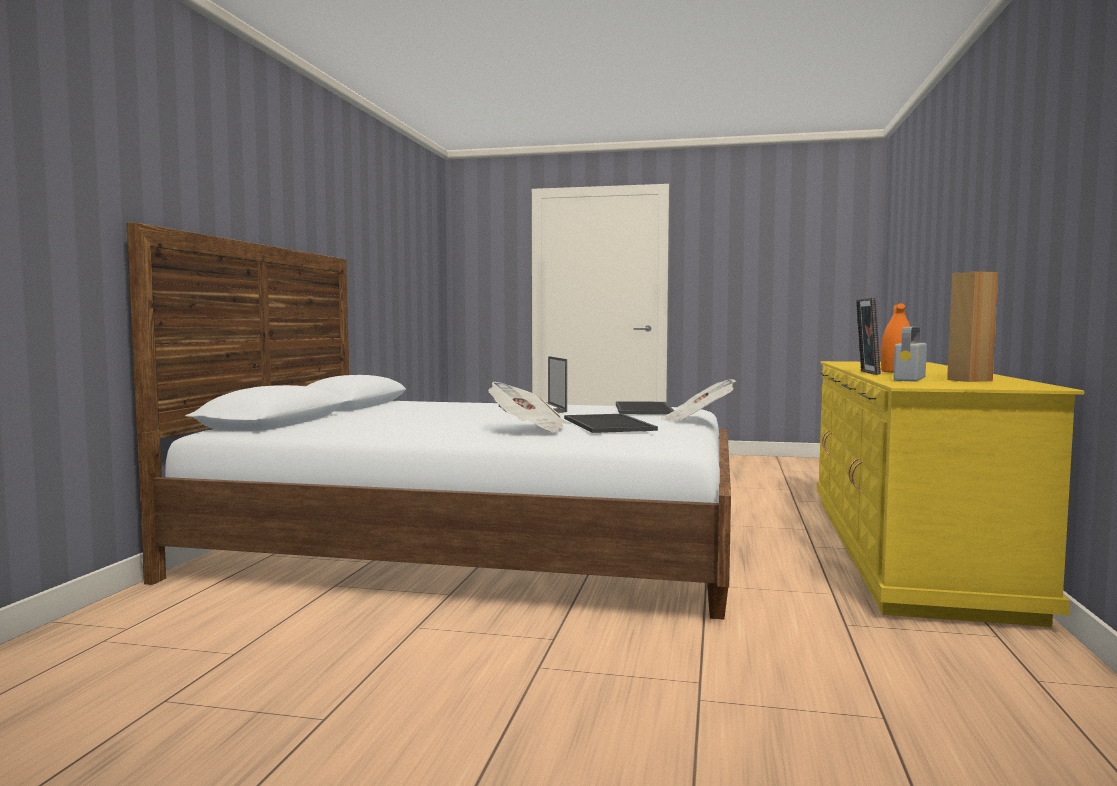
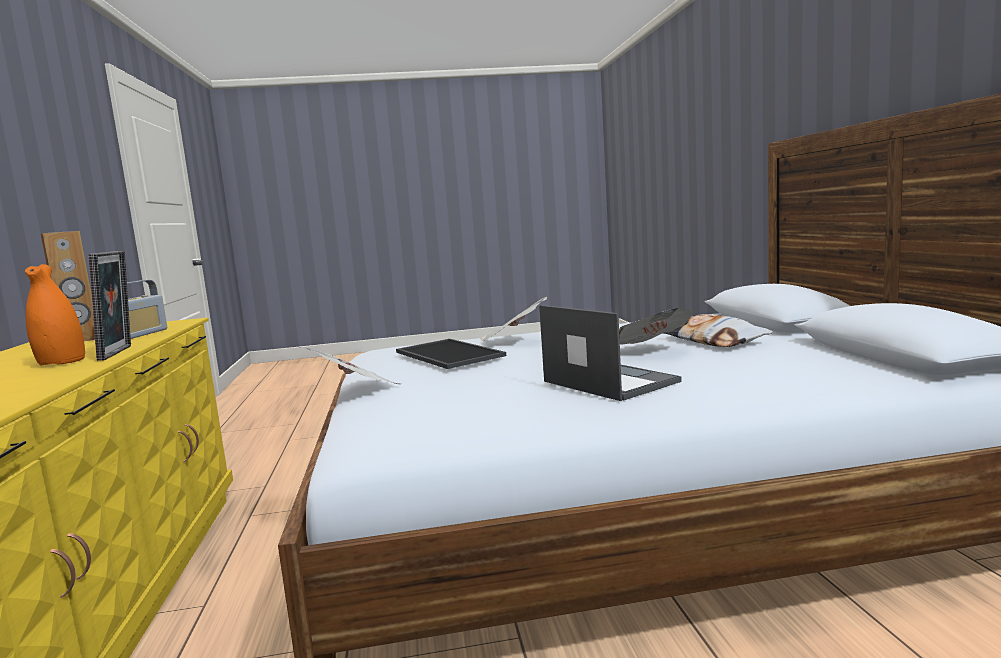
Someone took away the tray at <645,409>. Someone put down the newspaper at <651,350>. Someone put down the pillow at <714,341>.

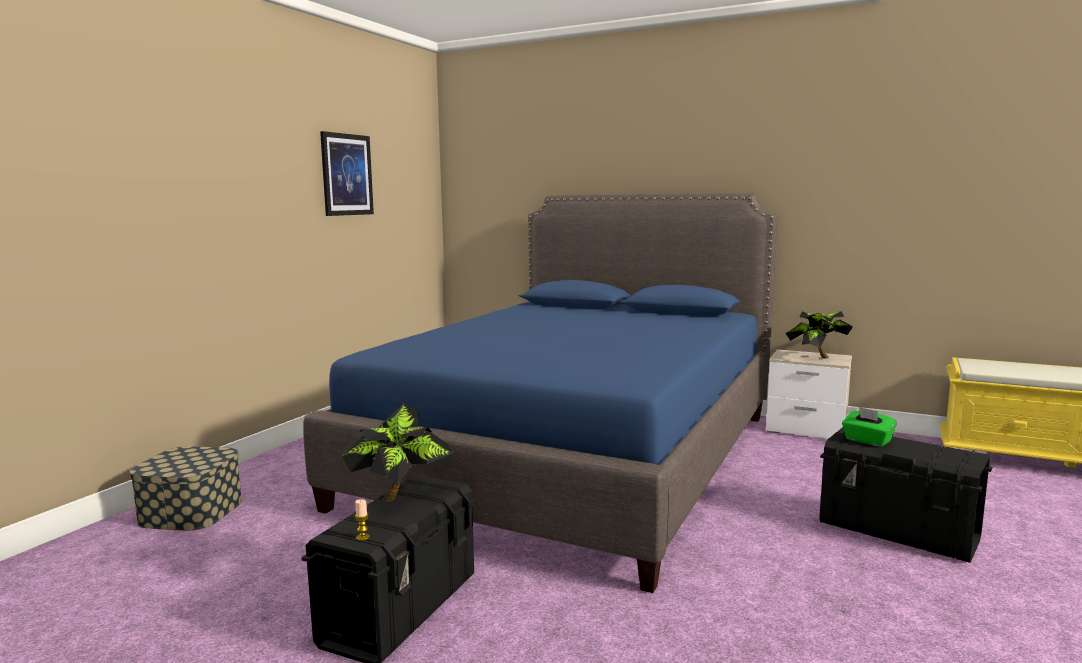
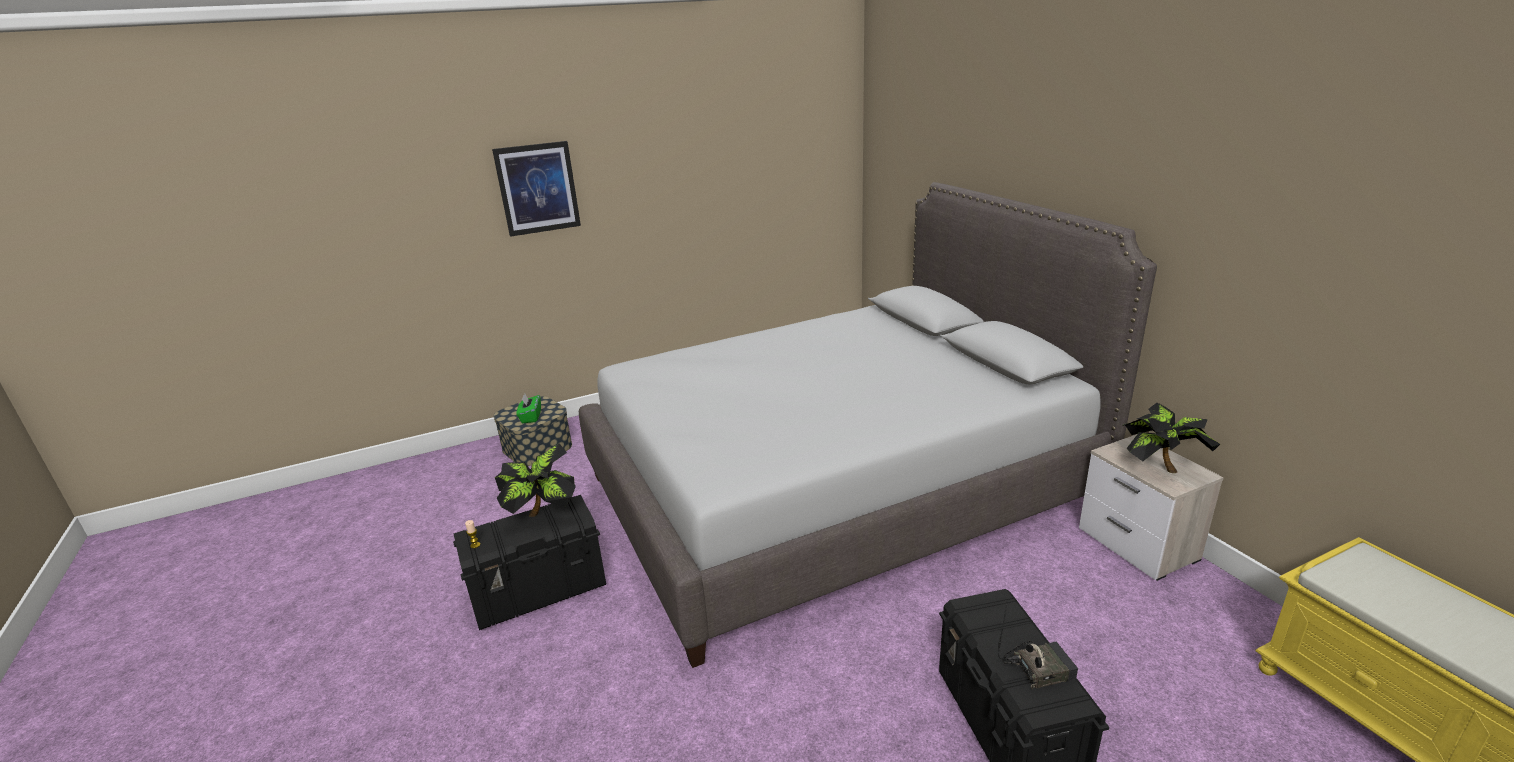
Someone repainted the bed/blue at <576,457>, which became the bed/grey at <835,491>. Someone carried the picture from <346,174> to <537,188>. Someone carried the tissue box/green from <867,441> to <531,417>. Someone put down the radio at <1038,668>.

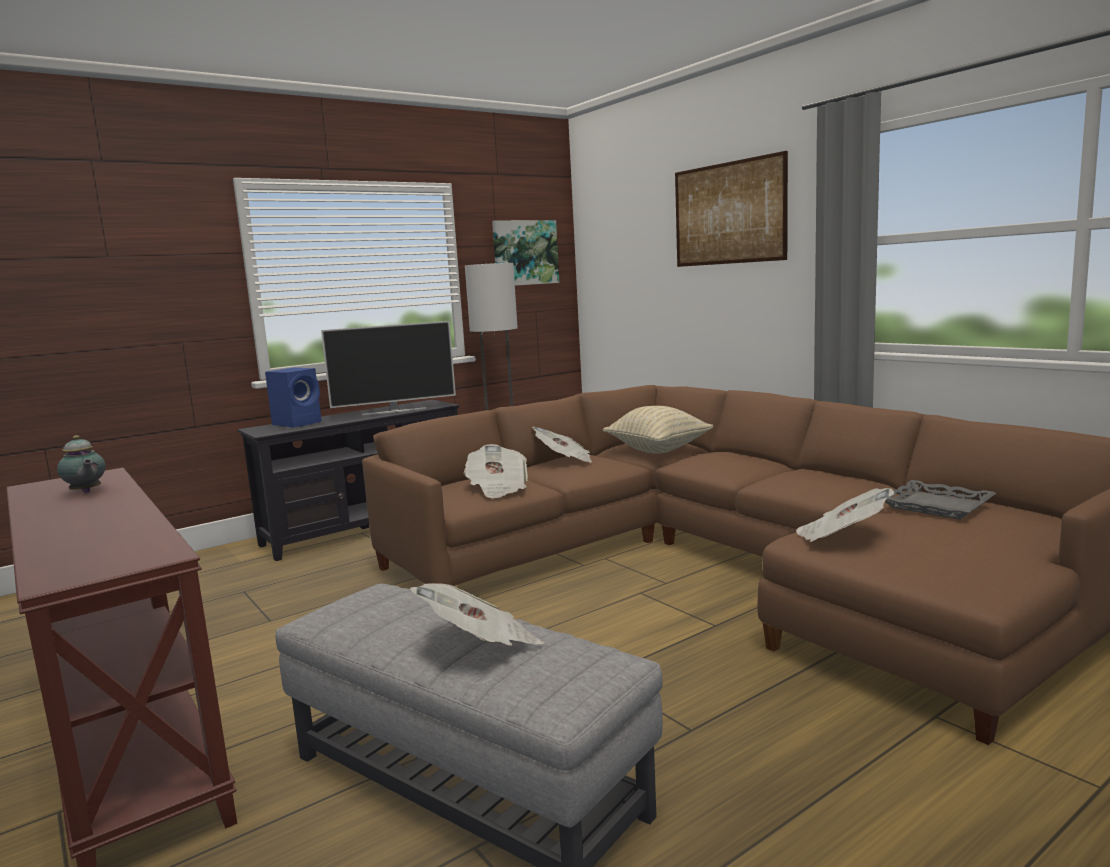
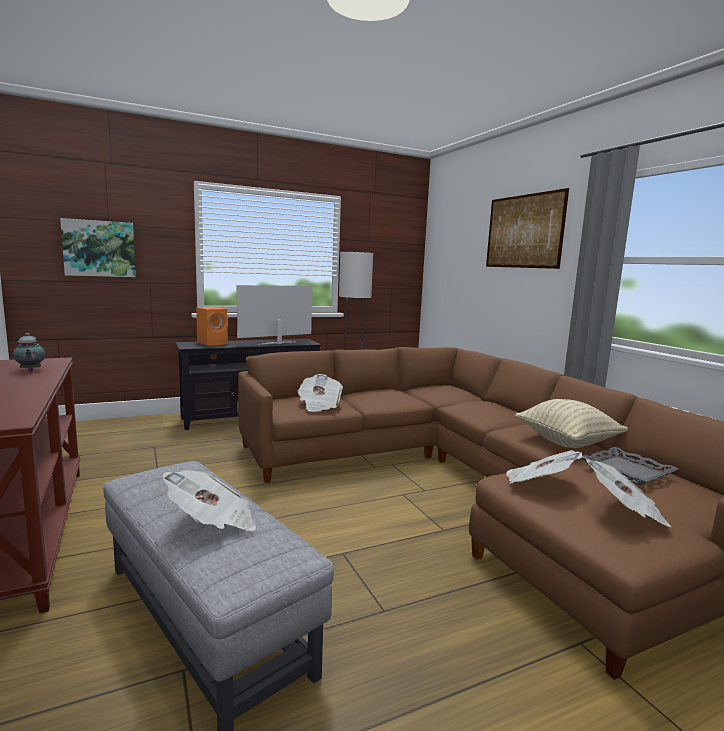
Someone repainted the speaker/blue at <298,423>, which became the speaker/orange at <213,343>. Someone rotated the television at <394,411> by 150 degrees clockwise. Someone carried the picture from <525,253> to <99,248>. Someone carried the newspaper from <564,460> to <624,511>. Someone carried the pillow/beige from <658,450> to <567,442>.

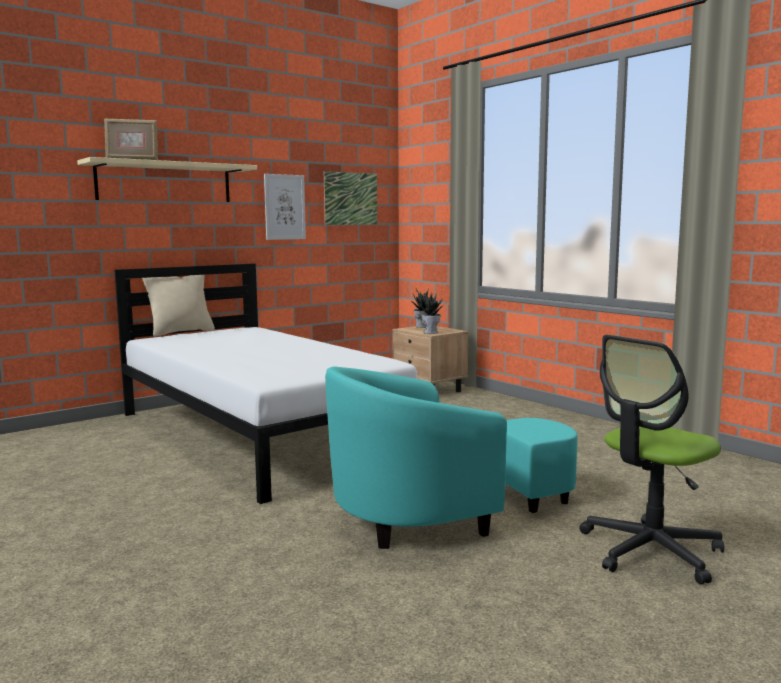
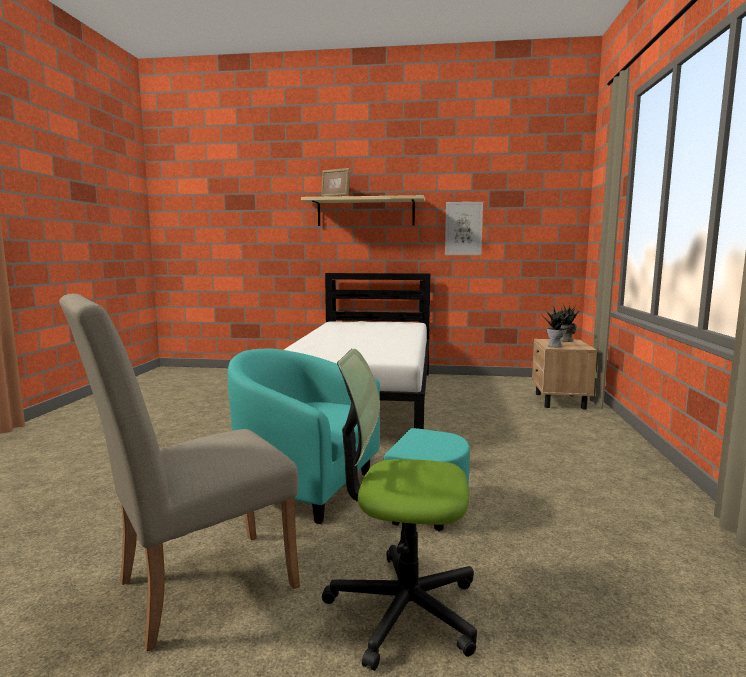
Someone took away the pillow/beige at <181,332>. Someone took away the picture at <350,198>. Someone put down the chair/beige at <193,588>.

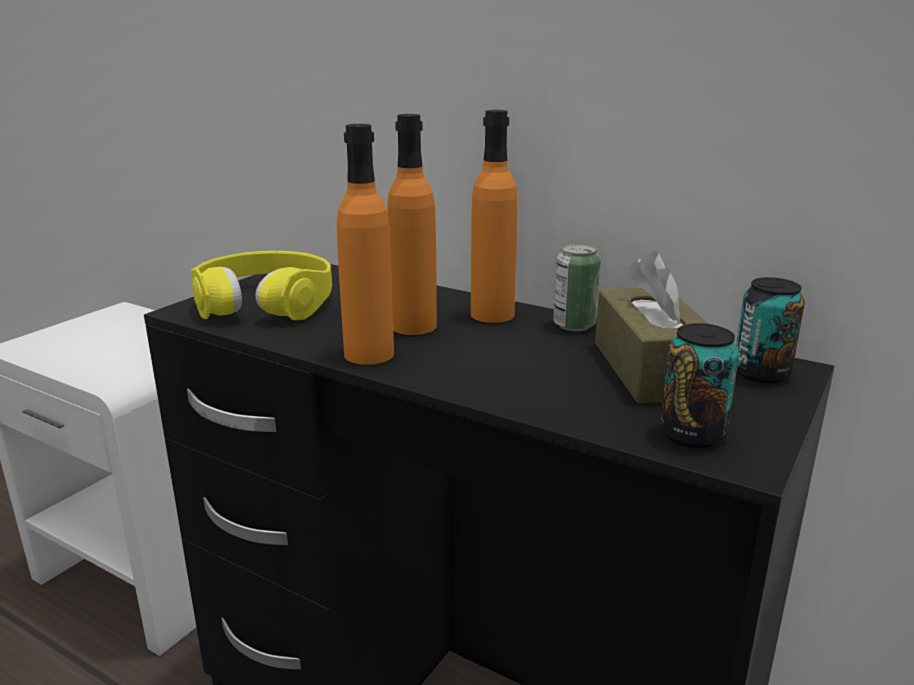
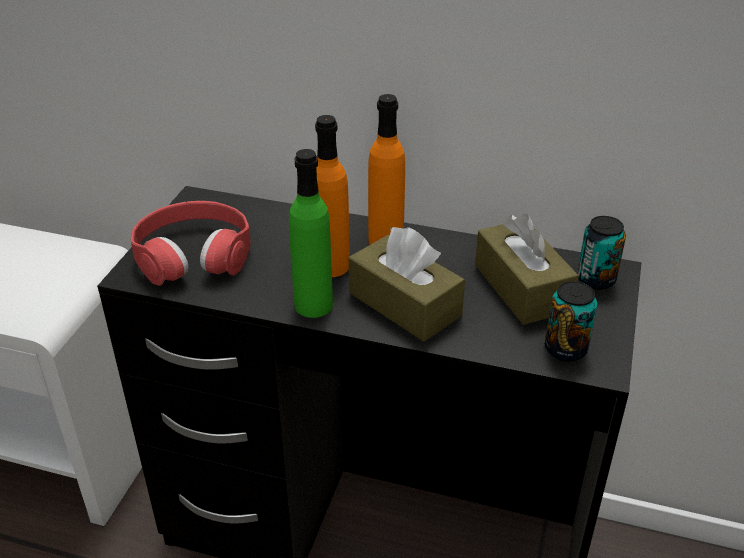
Someone repainted the headphones/yellow at <265,303>, which became the headphones/red at <194,255>. Someone repainted the bottle/orange at <369,354>, which became the bottle/green at <313,305>. Someone took away the can at <574,325>. Someone put down the tissue box/brown at <404,304>.

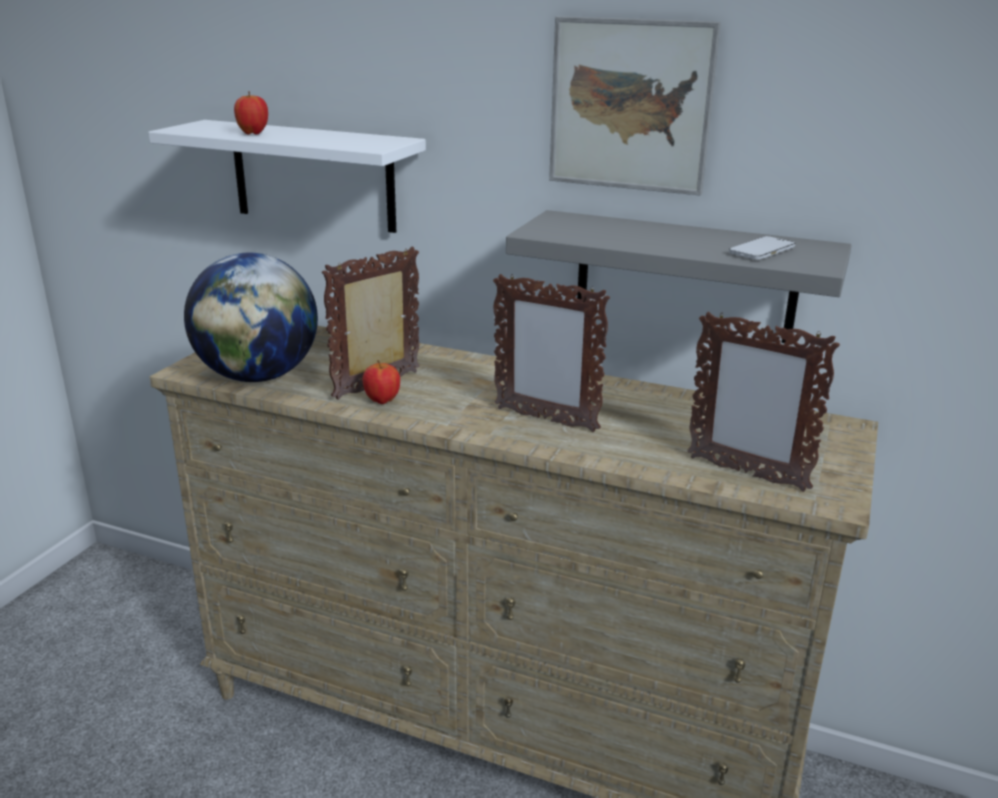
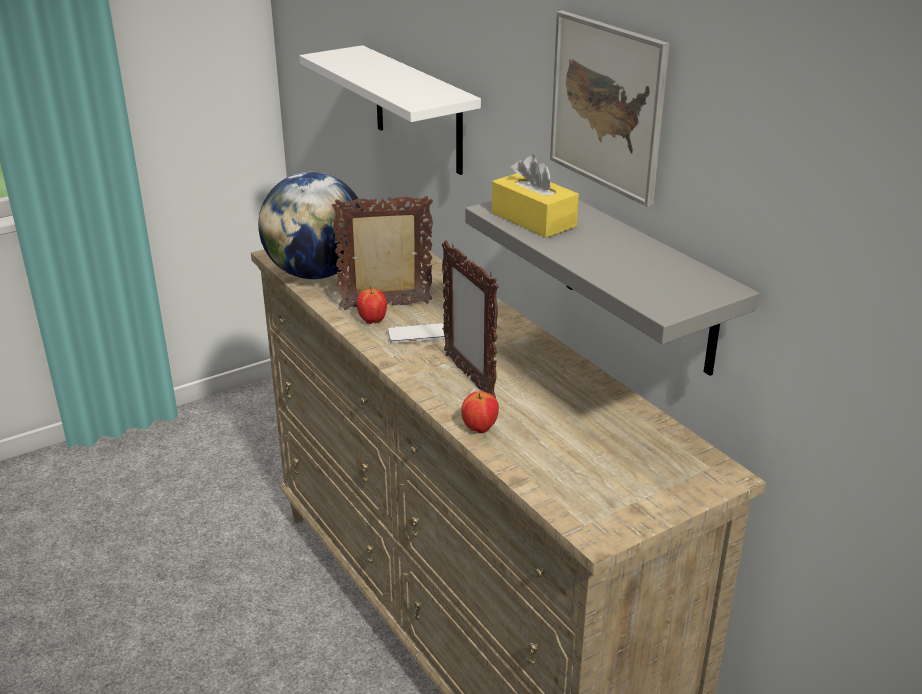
Someone carried the apple from <253,133> to <479,429>. Someone took away the picture frame at <746,473>. Someone carried the phone from <761,251> to <417,335>. Someone put down the tissue box/yellow at <533,220>.

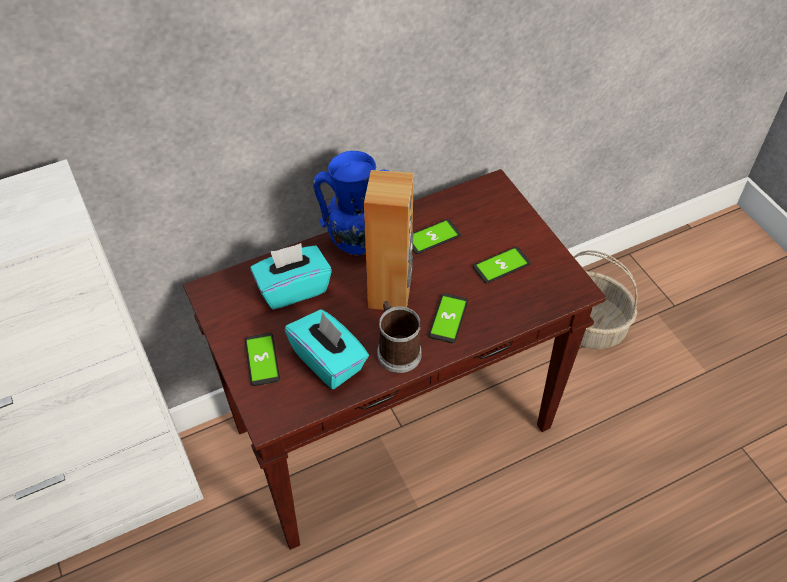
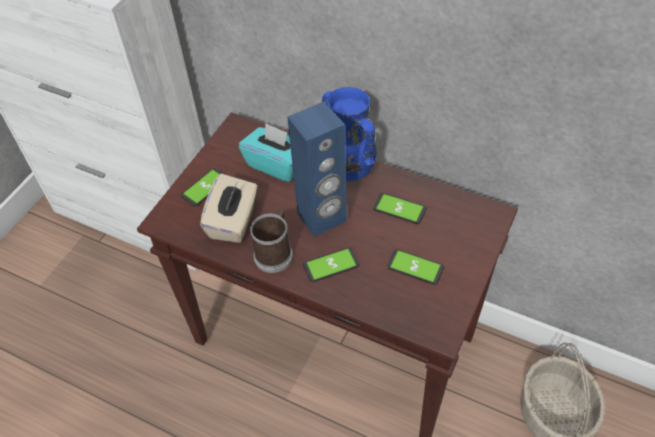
Someone repainted the tissue box/turquoise at <329,361>, which became the tissue box/beige at <233,221>. Someone repainted the speaker/brown at <390,293>, which became the speaker/blue at <322,218>.

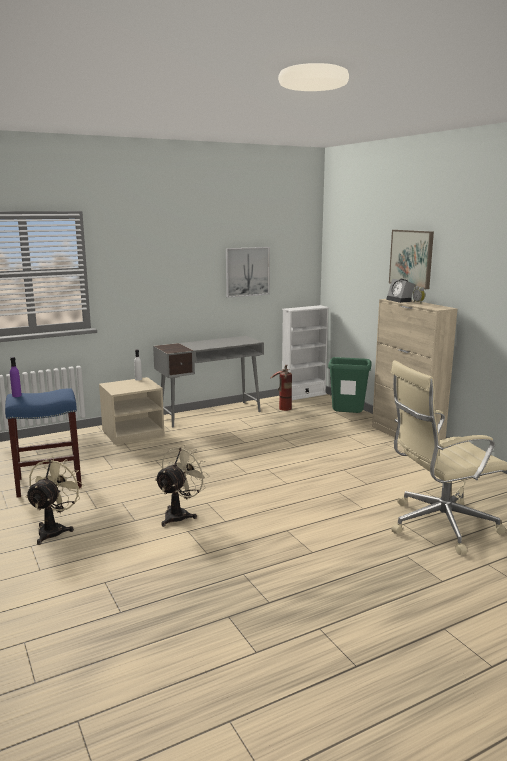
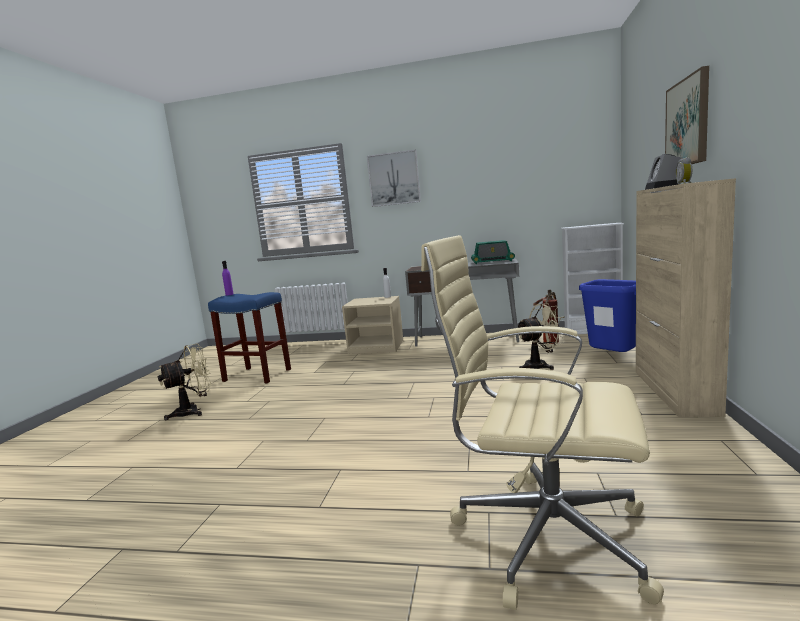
Someone carried the fan/beige from <180,514> to <540,365>. Someone carried the picture from <247,271> to <394,179>. Someone repainted the trash can/green at <347,419>, which became the trash can/blue at <613,360>. Someone put down the radio at <492,262>.

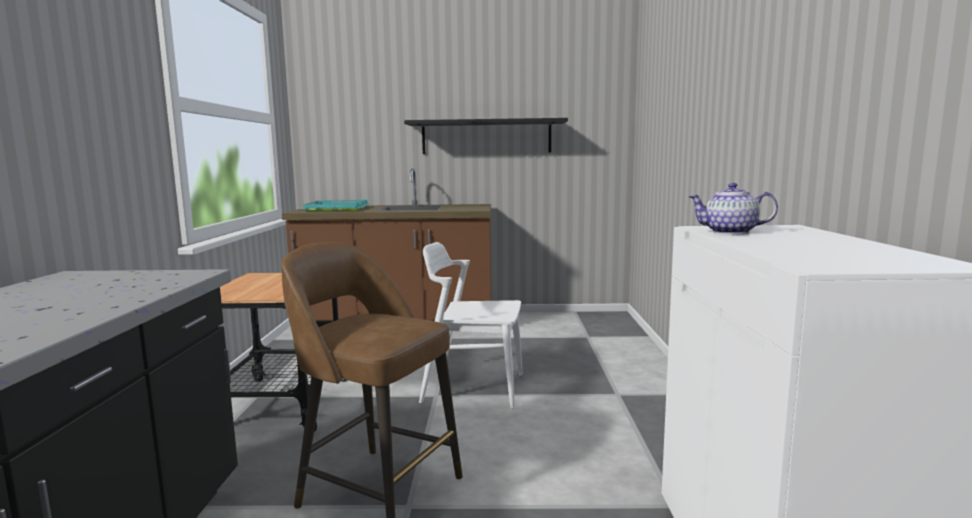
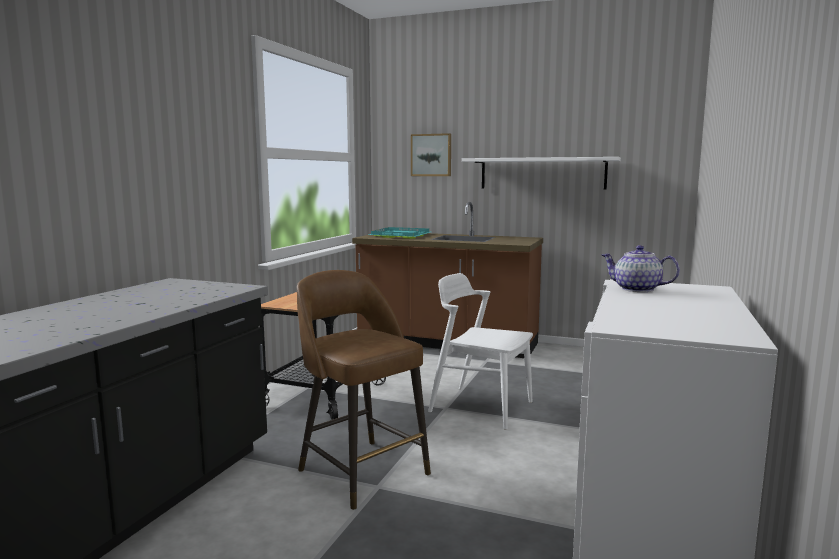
Someone repainted the shelf/black at <486,137>, which became the shelf/white at <542,173>. Someone put up the picture at <431,155>.

